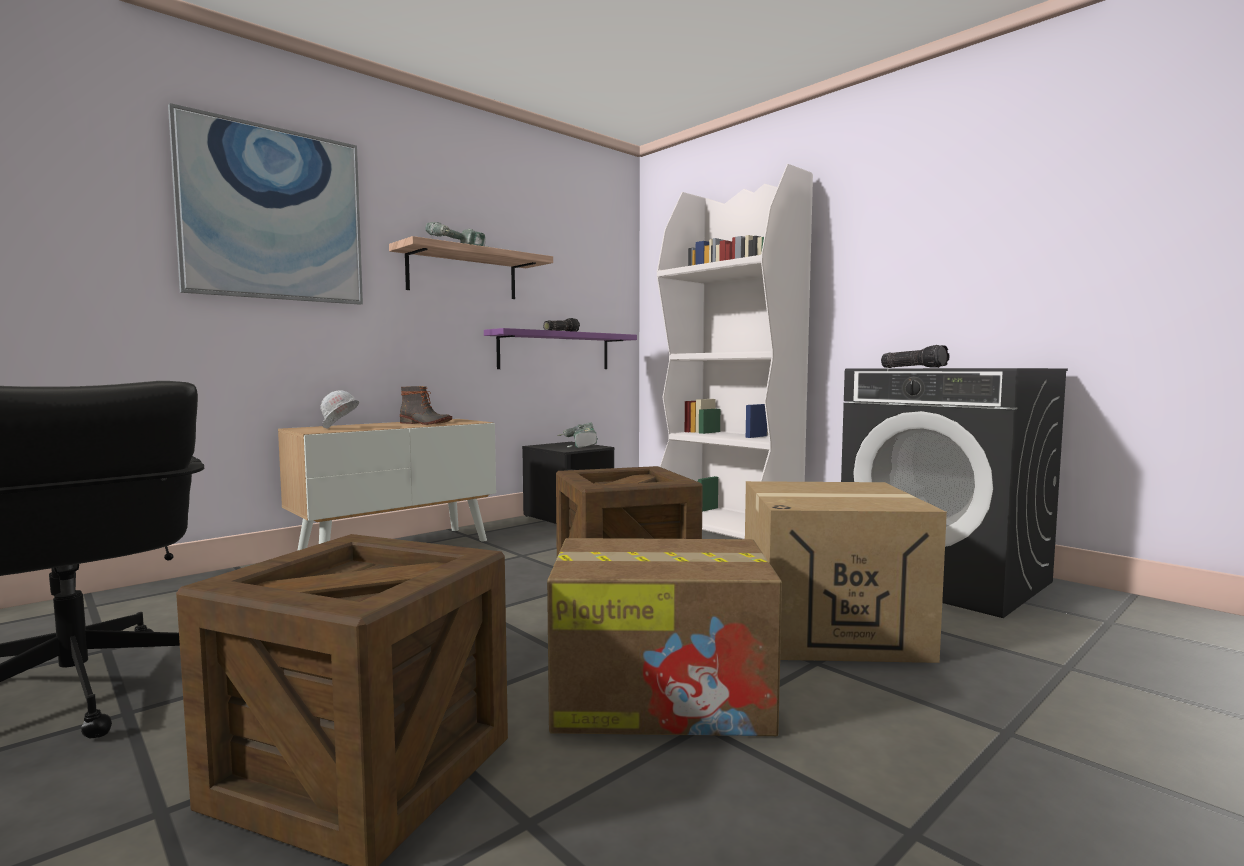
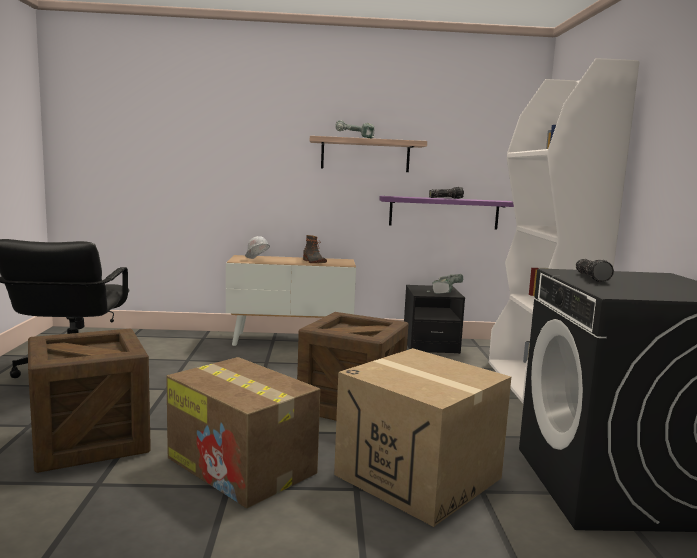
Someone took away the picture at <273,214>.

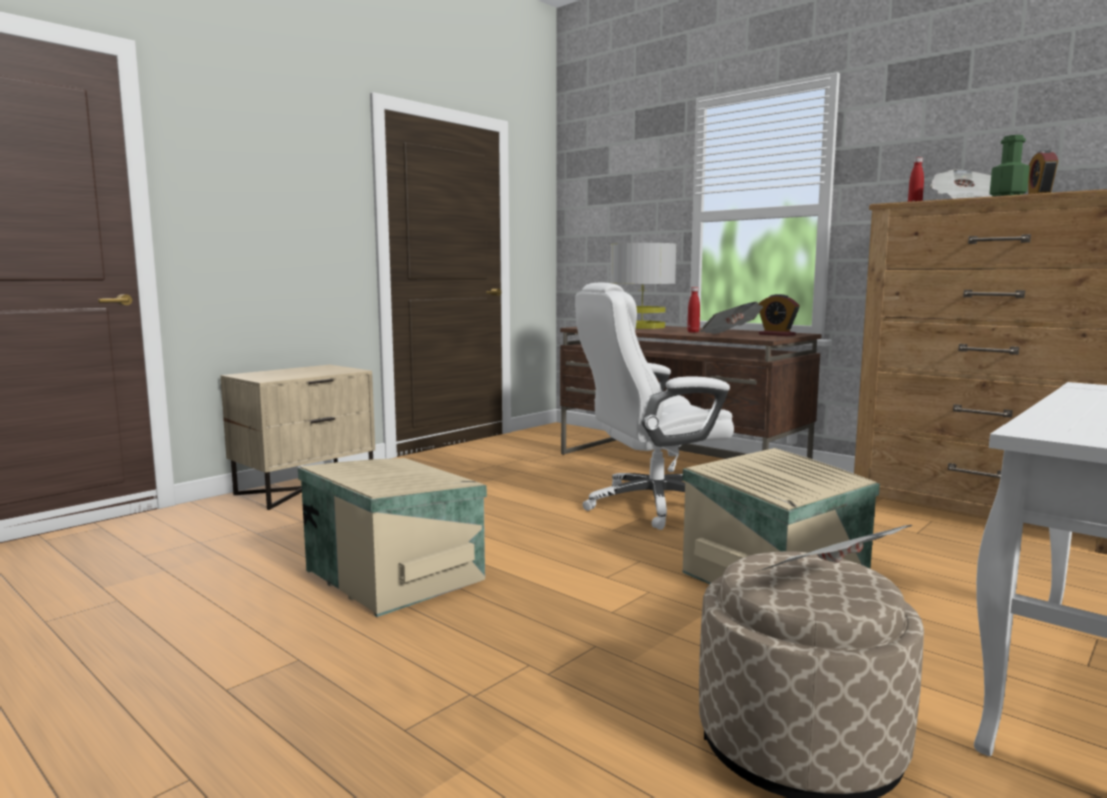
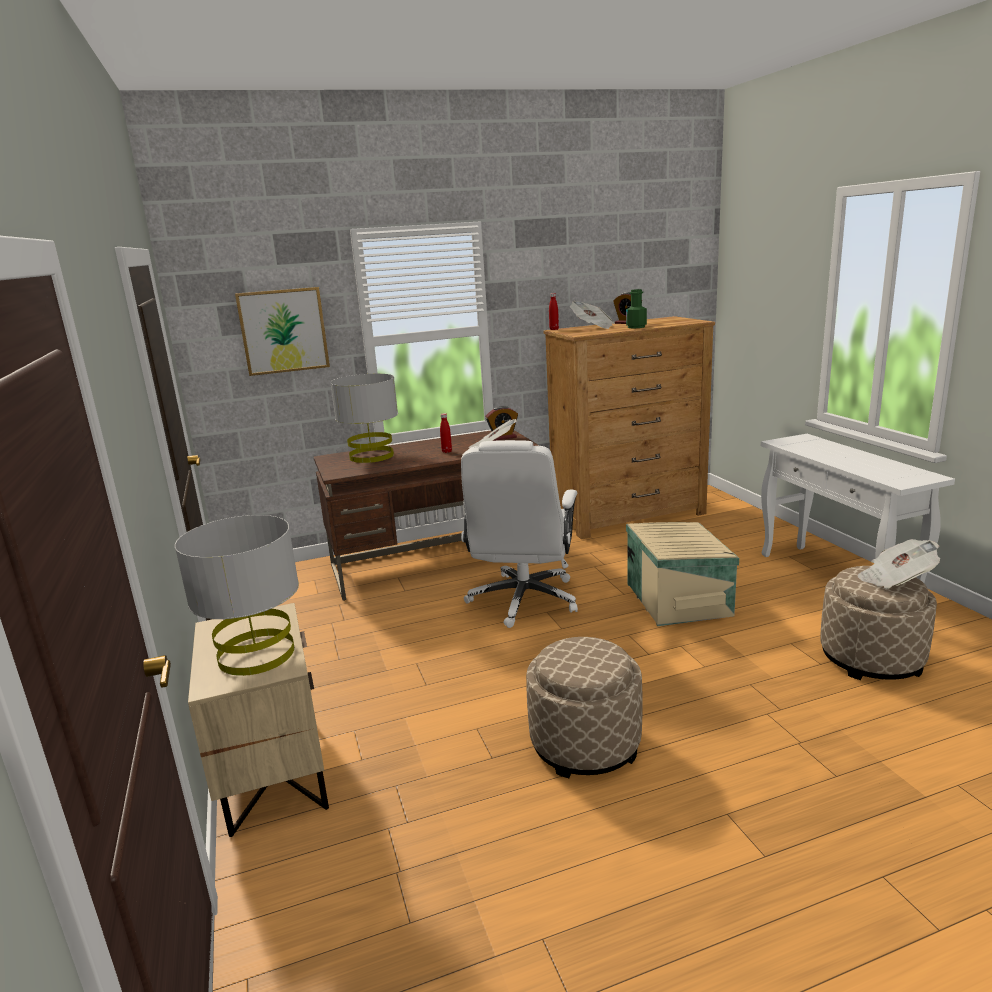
Someone swapped the storage box/beige at <395,573> for the ottoman/beige at <585,744>. Someone put down the table lamp/grey at <257,654>. Someone put up the picture at <283,331>.

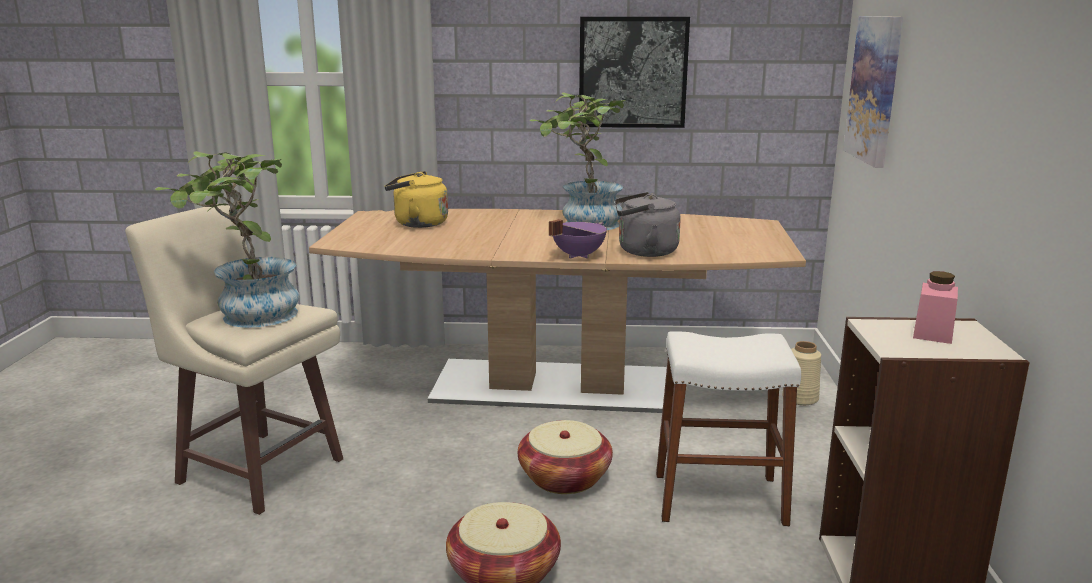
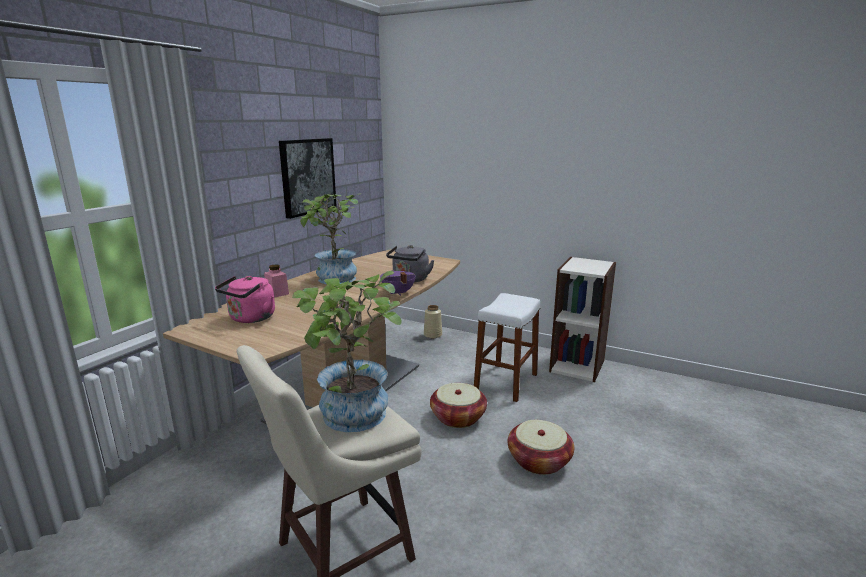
Someone repainted the kettle/yellow at <417,223>, which became the kettle/pink at <250,319>. Someone took away the picture at <875,89>. Someone carried the jar/pink from <932,333> to <277,293>.

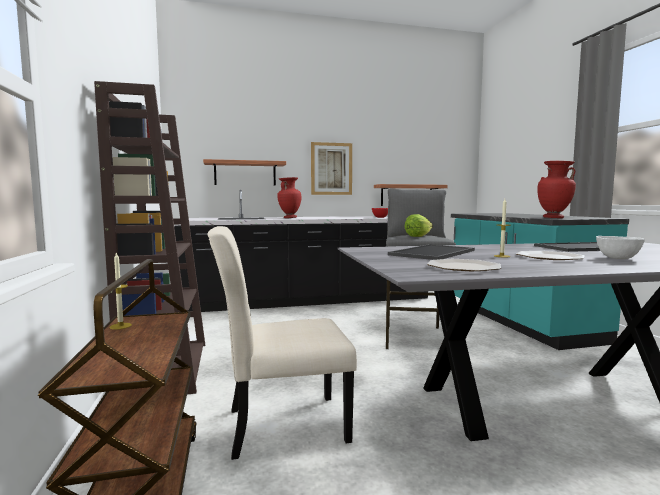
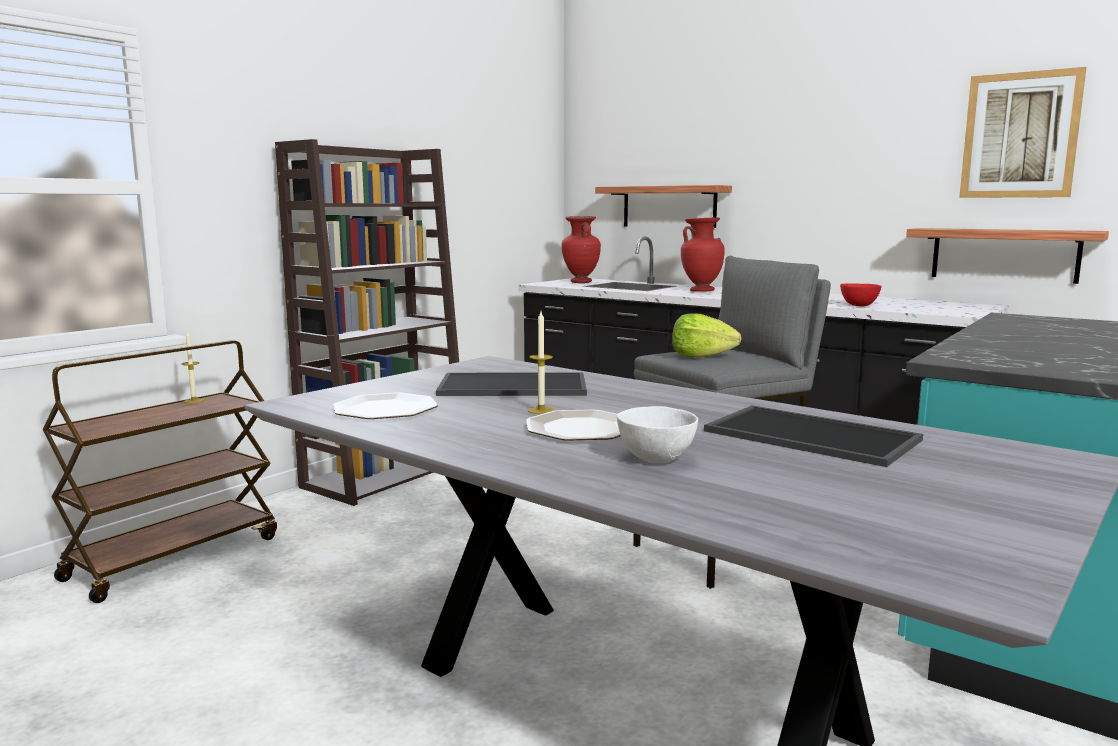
Someone took away the chair/beige at <281,425>. Someone carried the picture from <331,169> to <1020,135>. Someone carried the vase/red from <554,218> to <580,282>.

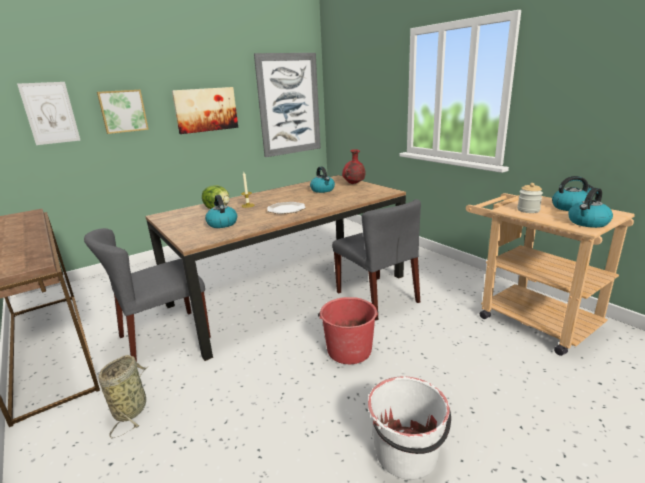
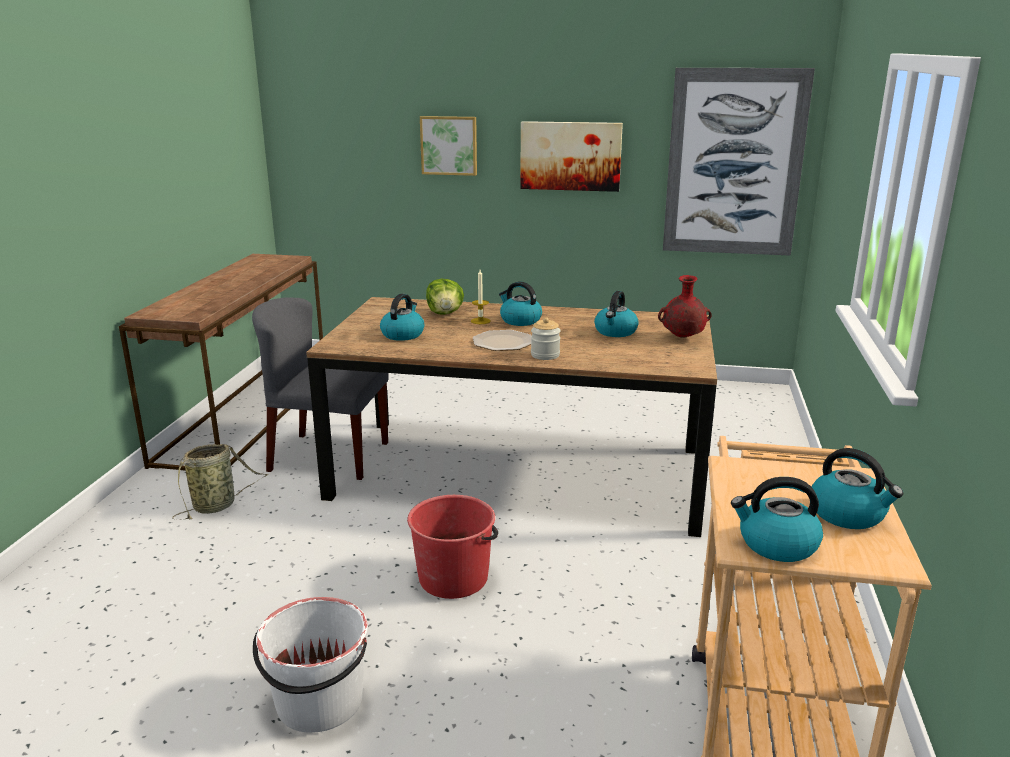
Someone took away the picture at <50,113>. Someone took away the chair/grey at <377,297>. Someone carried the jar from <528,210> to <545,355>. Someone put down the kettle at <520,320>.

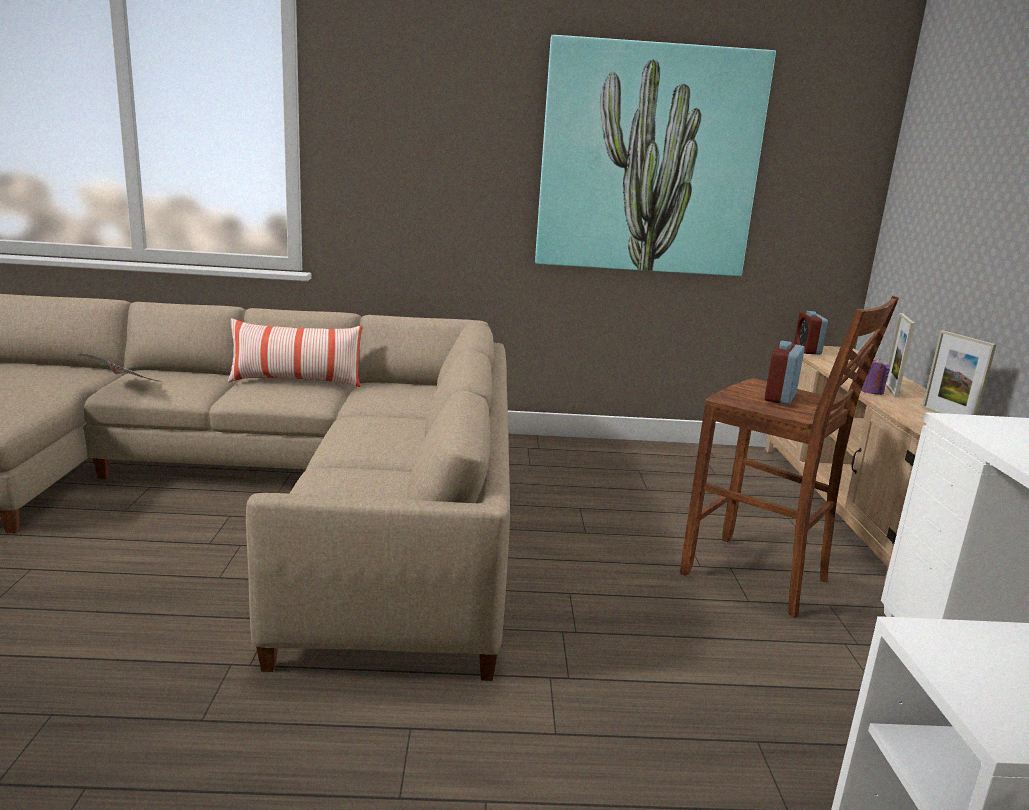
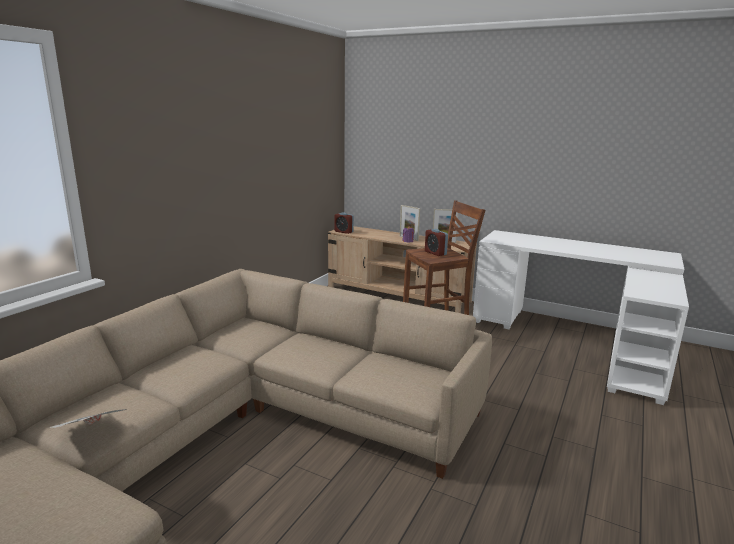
Someone took away the pillow at <296,382>. Someone took away the picture at <648,161>.

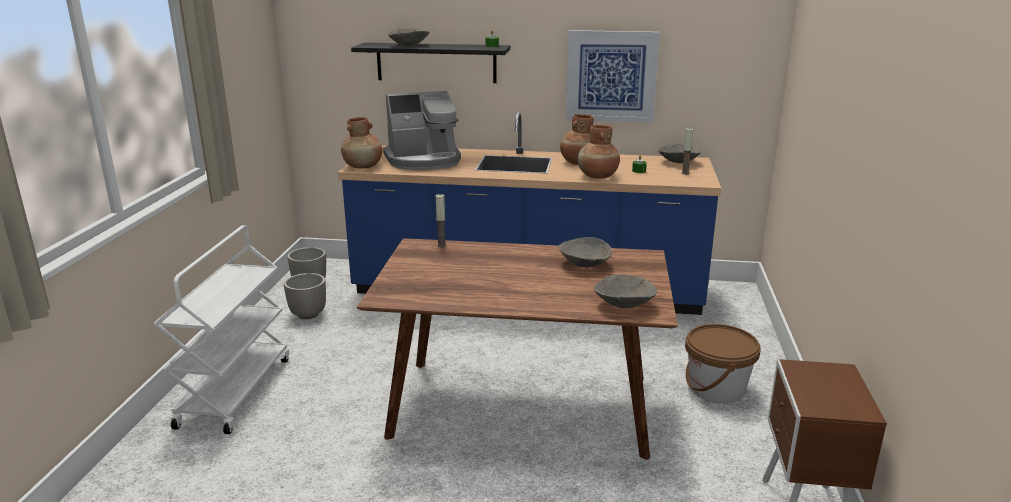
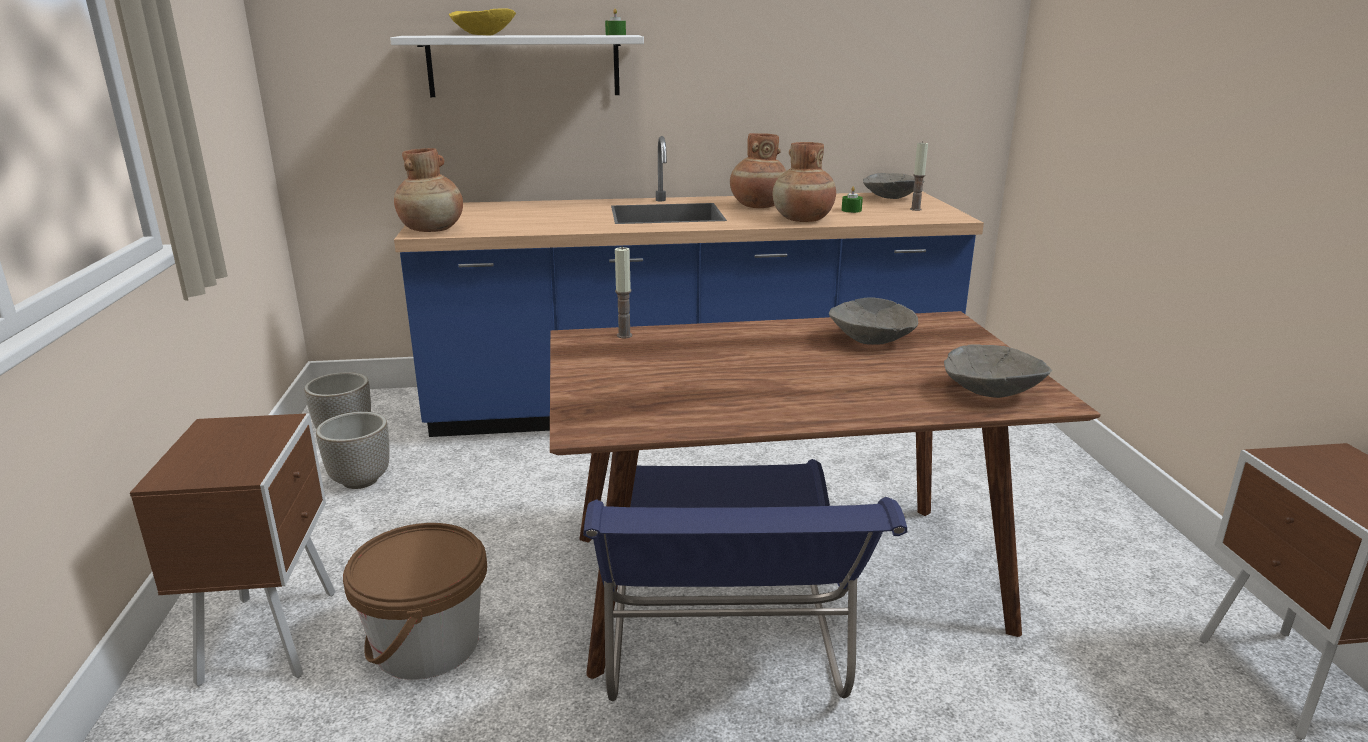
Someone swapped the cart/white at <235,391> for the nightstand/brown at <273,634>. Someone repainted the shelf/black at <436,62>, which became the shelf/white at <524,66>. Someone took away the coffee machine at <424,160>. Someone repainted the bowl/grey at <409,45>, which became the bowl/yellow at <483,35>. Someone took away the picture at <611,76>. Someone carried the bucket/brown from <716,388> to <427,645>. Someone put down the chair/blue at <723,654>.

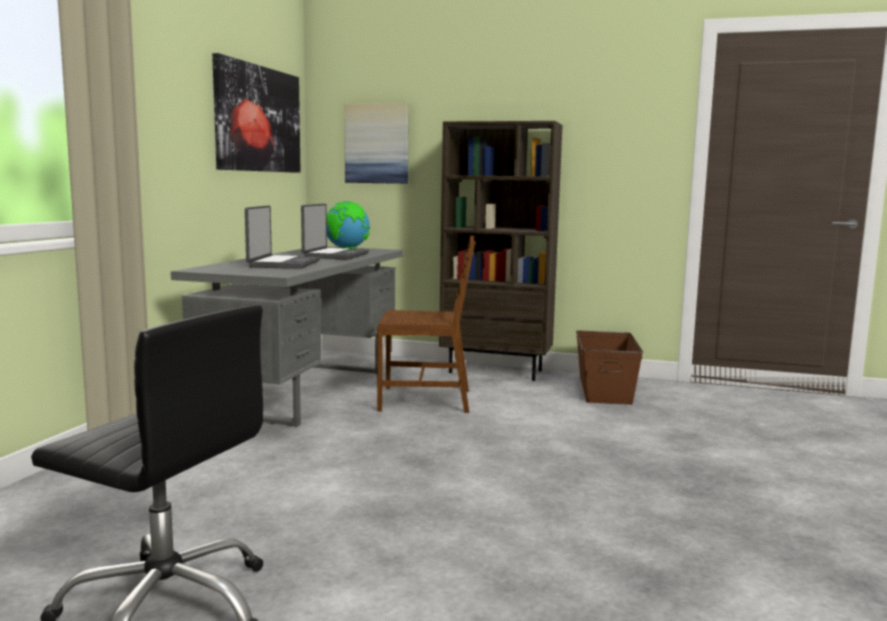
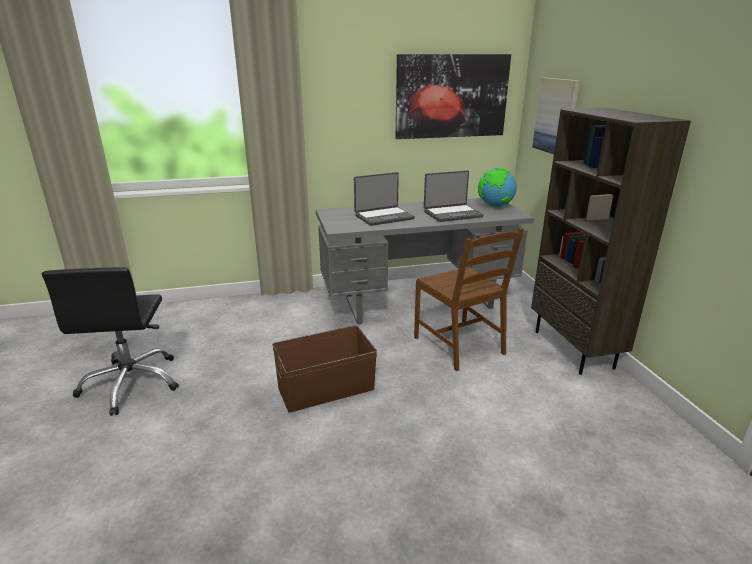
Someone carried the storage box/brown from <605,390> to <326,389>.

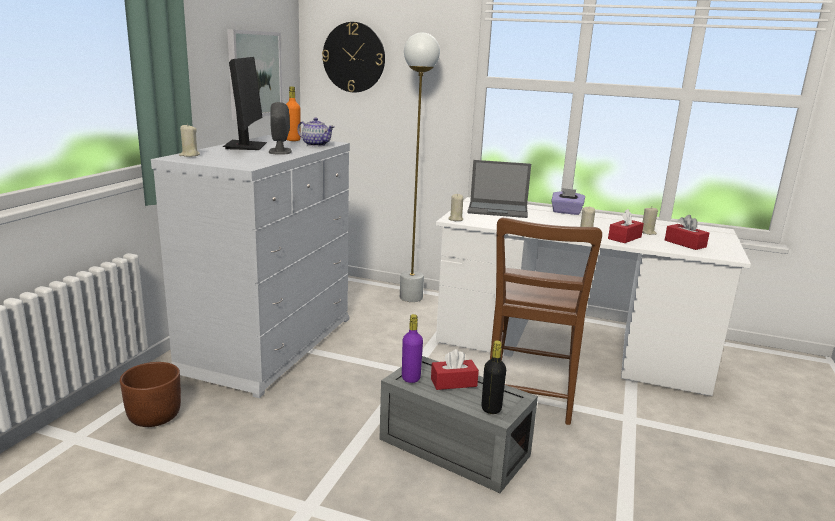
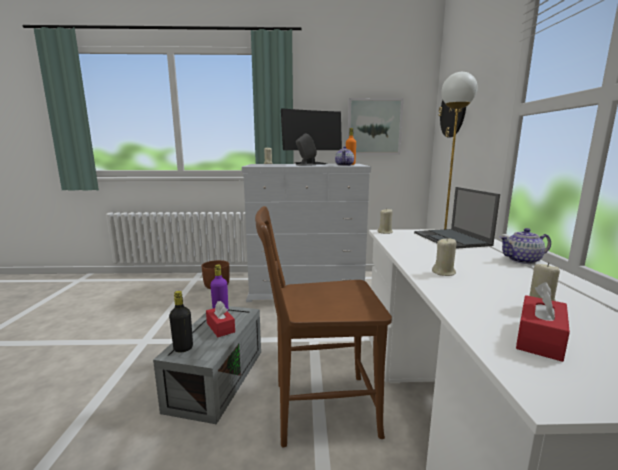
Someone swapped the tissue box/purple at <566,212> for the teapot at <523,260>. Someone took away the tissue box/red at <624,238>.

